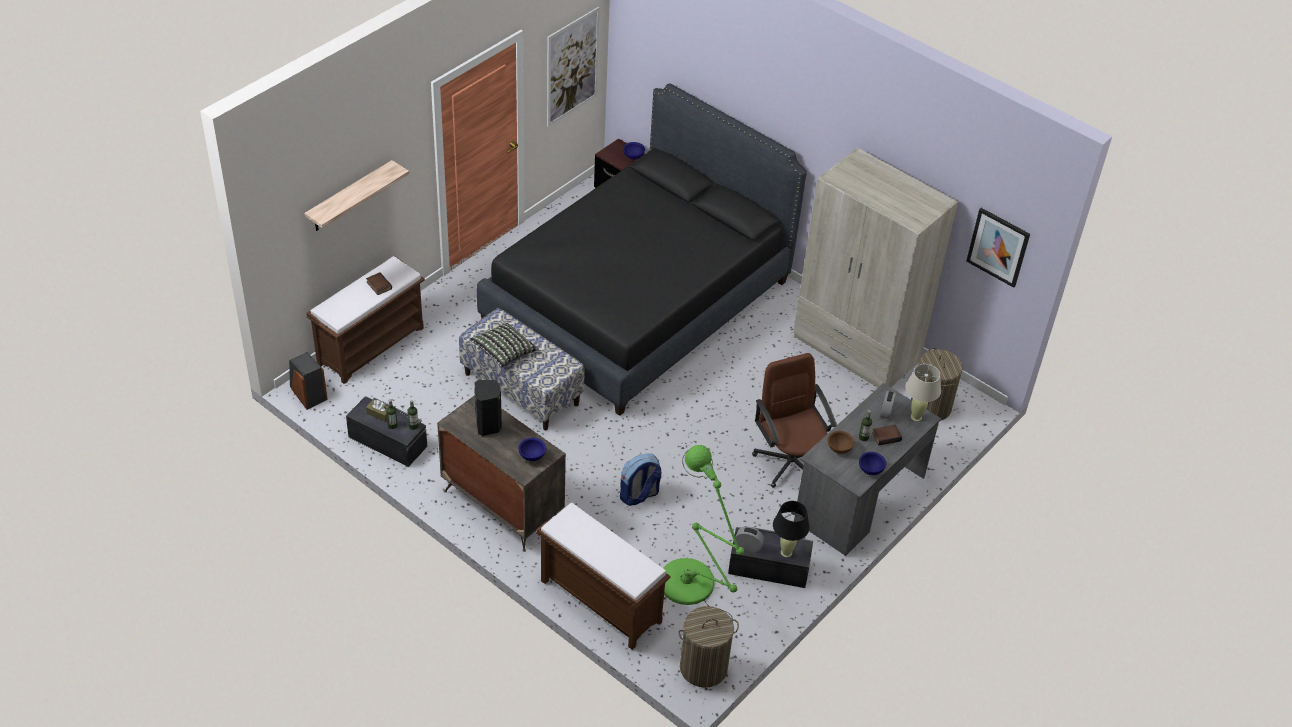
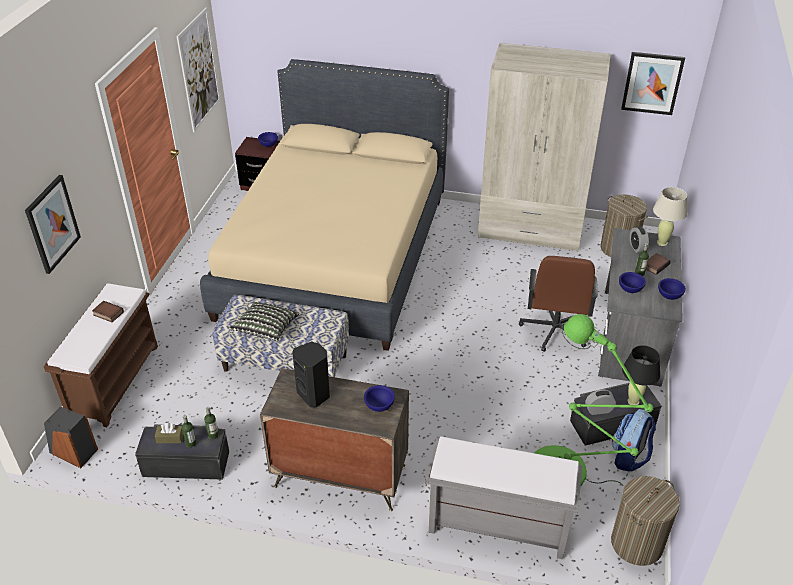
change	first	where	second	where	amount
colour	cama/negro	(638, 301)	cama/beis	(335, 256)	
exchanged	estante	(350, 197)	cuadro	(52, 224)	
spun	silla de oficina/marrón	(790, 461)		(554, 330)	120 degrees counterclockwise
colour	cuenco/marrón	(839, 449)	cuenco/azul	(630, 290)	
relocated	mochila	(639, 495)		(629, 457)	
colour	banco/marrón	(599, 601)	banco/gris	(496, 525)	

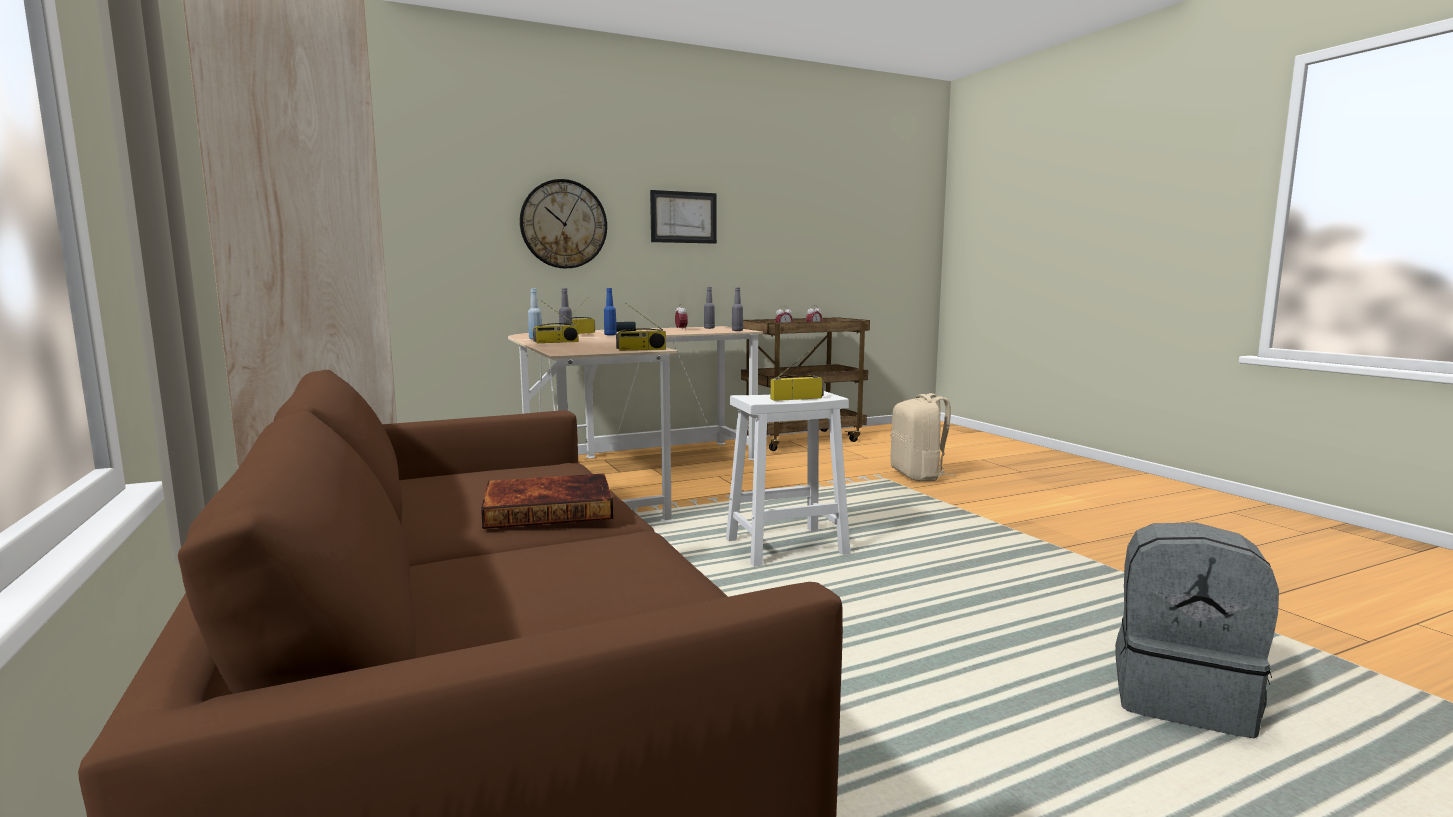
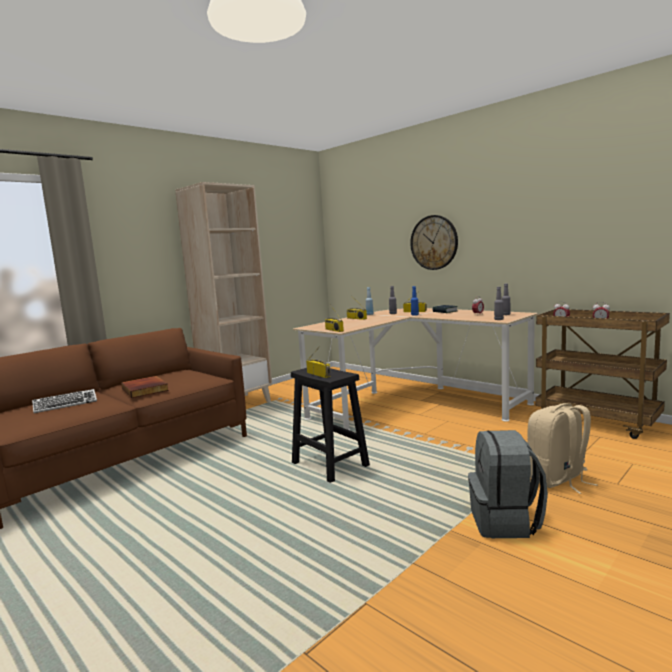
change	first	where	second	where	amount
missing	cuadro	(683, 217)			
colour	taburete/blanco	(784, 546)	taburete/negro	(329, 464)	
relocated	mochila/gris	(1182, 697)		(505, 522)	
appeared			teclado	(65, 404)	

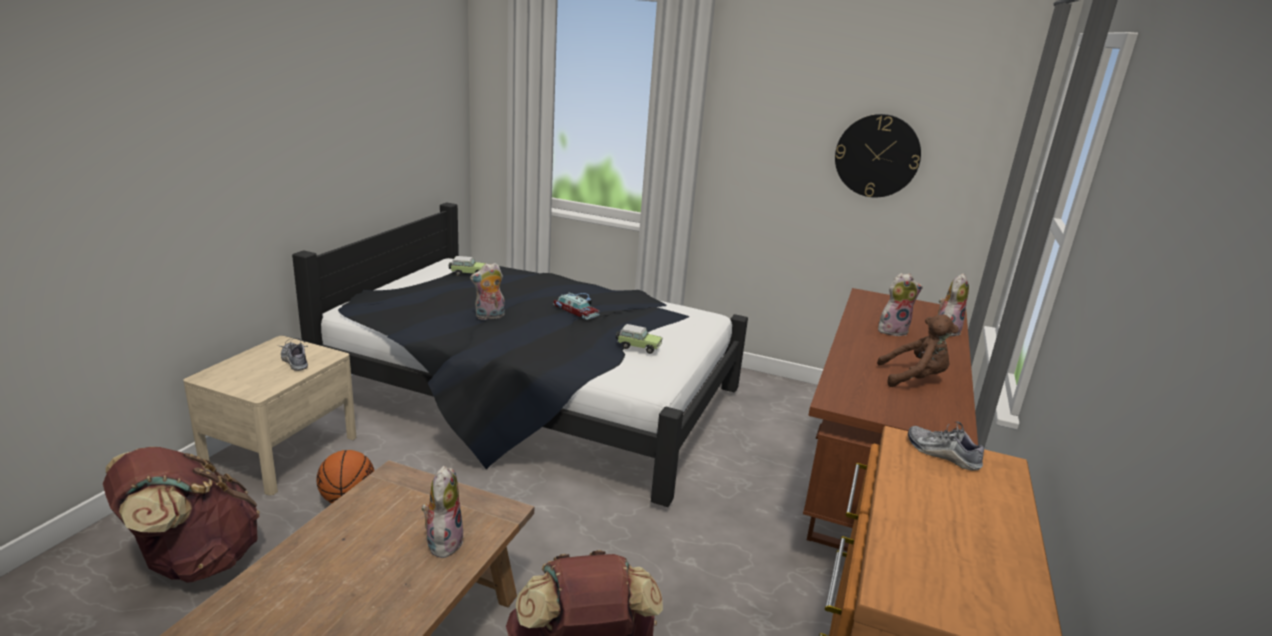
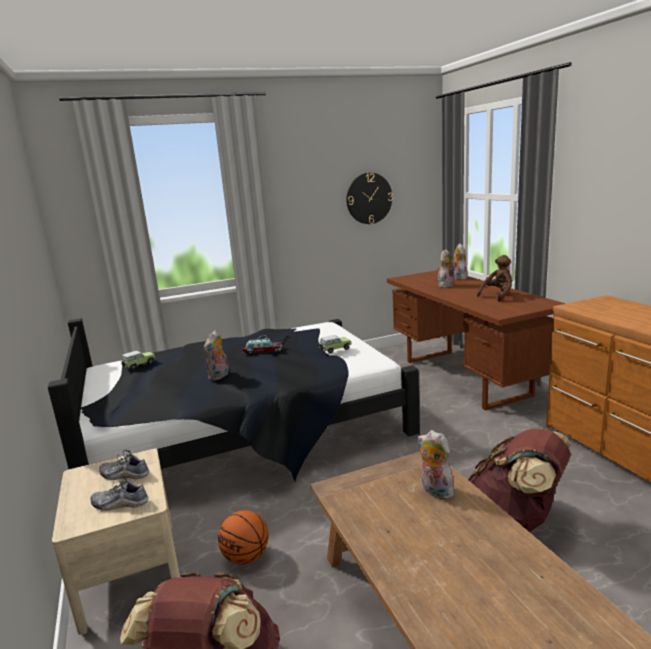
change	first	where	second	where	amount
relocated	zapato	(942, 454)		(120, 503)	

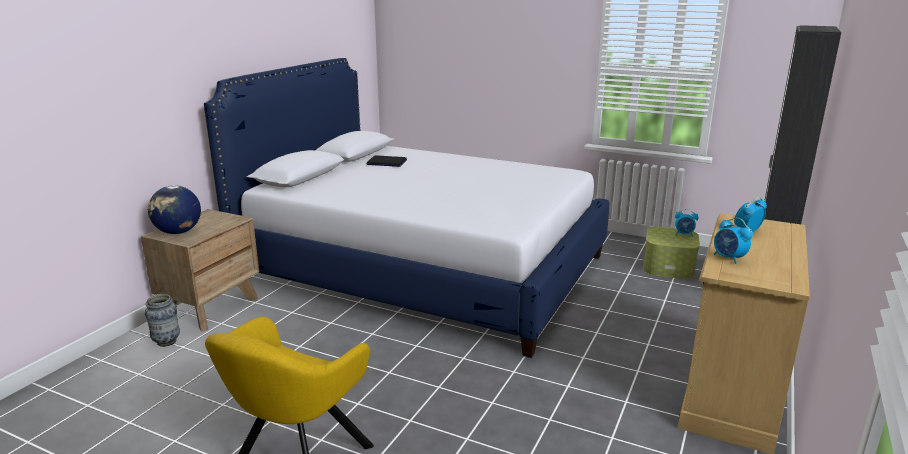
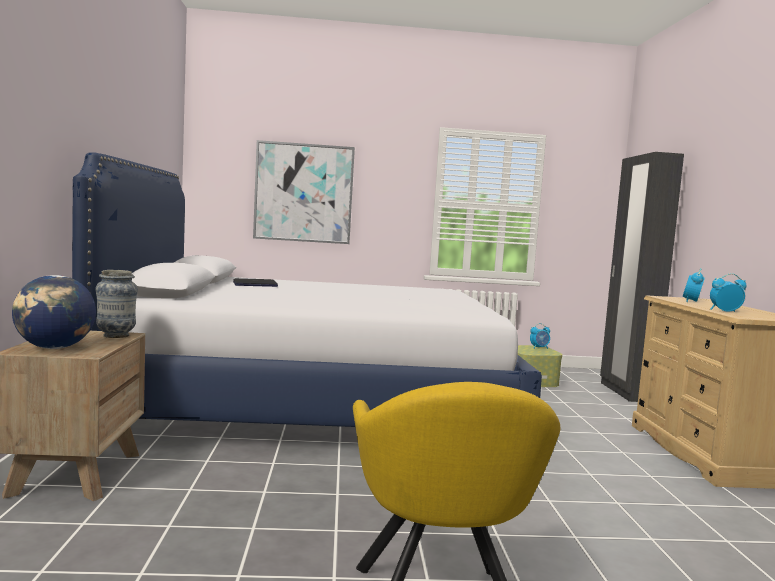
change	first	where	second	where	amount
spun	despertador	(729, 258)		(724, 311)	150 degrees clockwise
relocated	florero	(166, 342)		(116, 336)	
appeared			cuadro	(304, 193)	

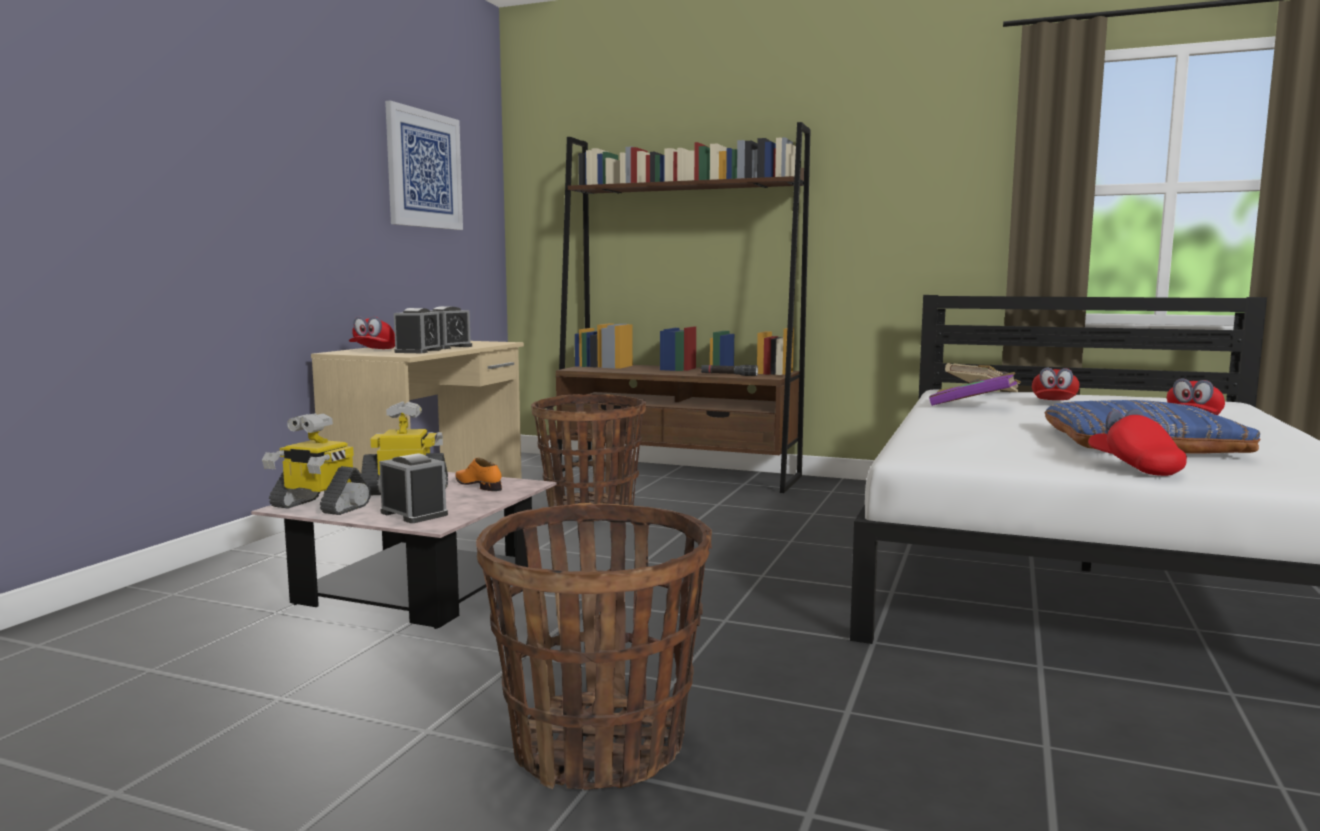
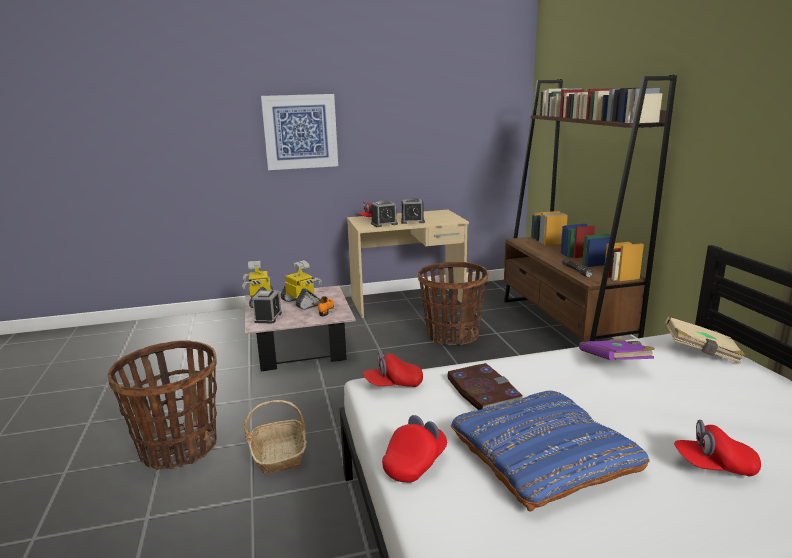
change	first	where	second	where	amount
relocated	cuadro	(424, 169)		(300, 132)	
relocated	gorra/rojo	(1054, 403)		(393, 385)	
appeared			libro	(483, 391)	
appeared			cesta	(279, 454)	

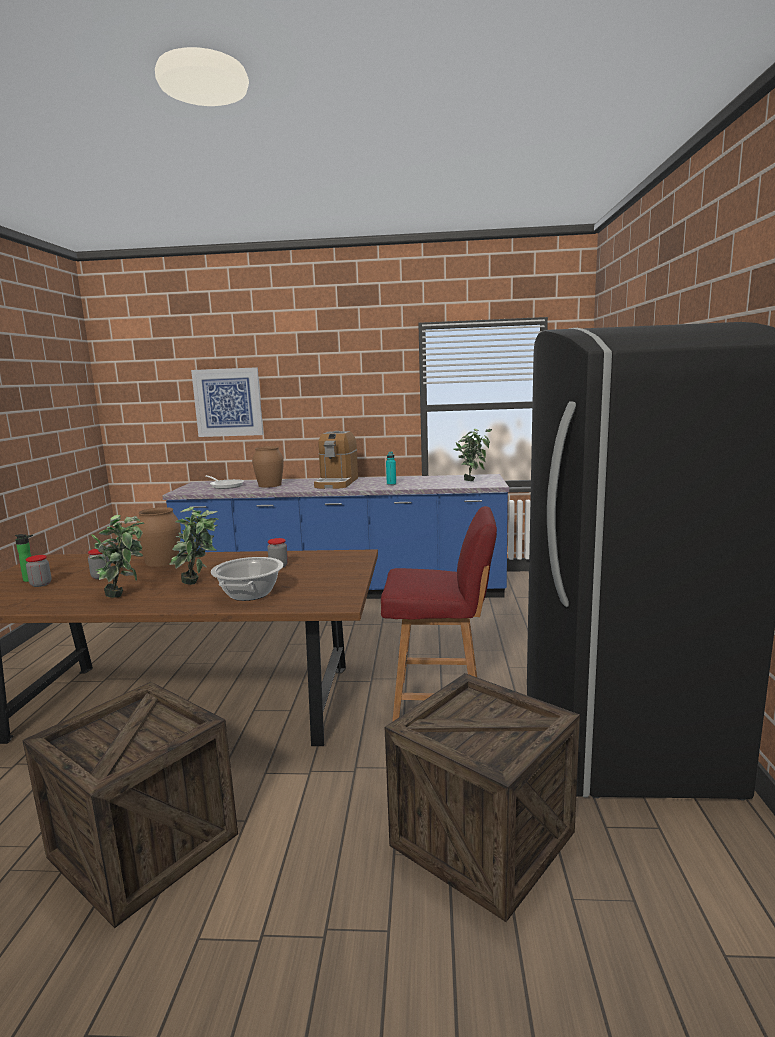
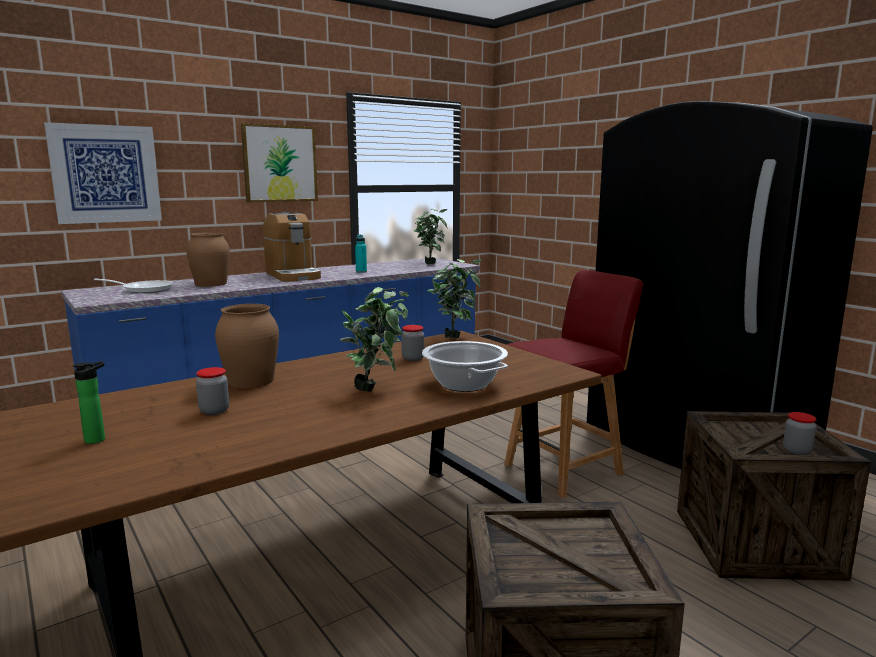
change	first	where	second	where	amount
relocated	planta en maceta	(125, 594)		(454, 336)	
relocated	tarro	(41, 584)		(797, 451)	
appeared			cuadro	(280, 163)	

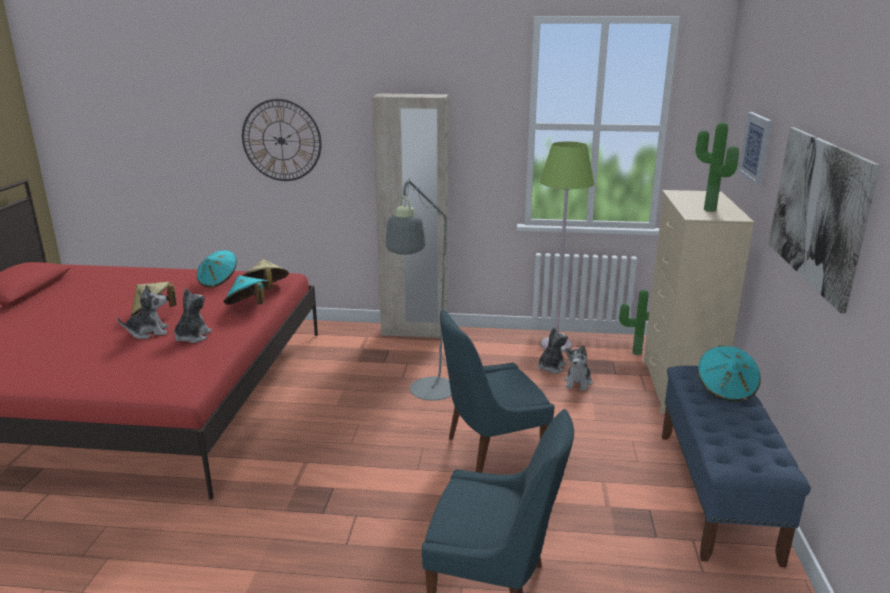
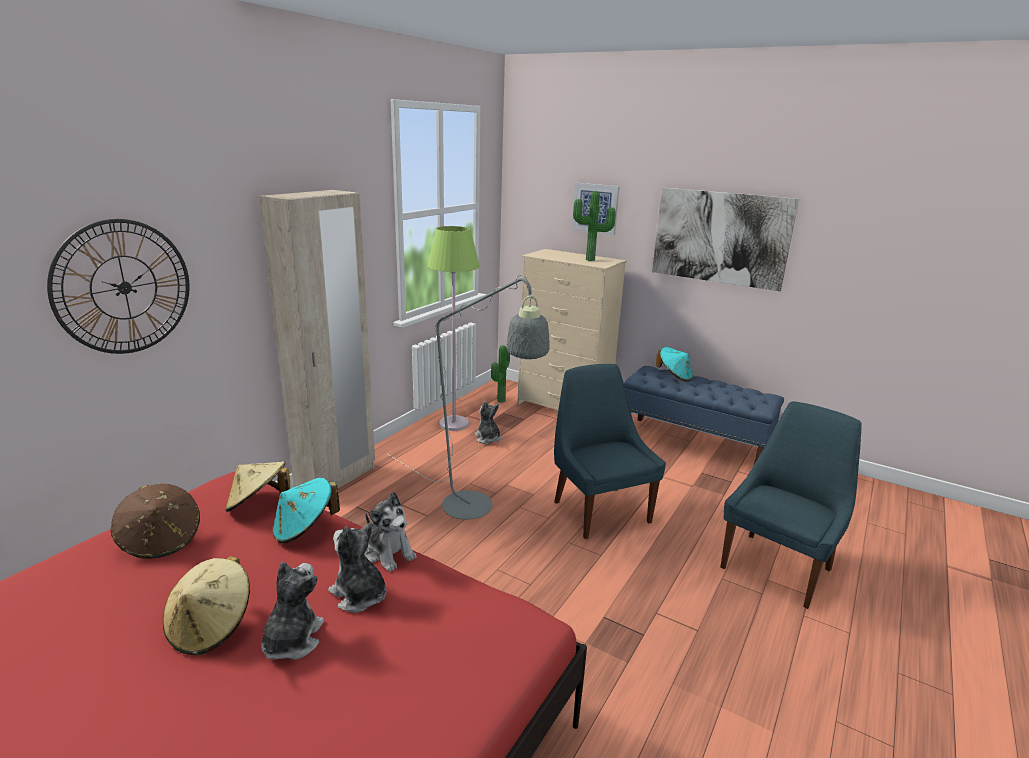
change	first	where	second	where	amount
colour	sombrero/turquesa	(218, 281)	sombrero/marrón	(161, 540)	
spun	silla/azul	(490, 453)		(599, 510)	150 degrees clockwise
relocated	peluche	(578, 382)		(388, 553)	

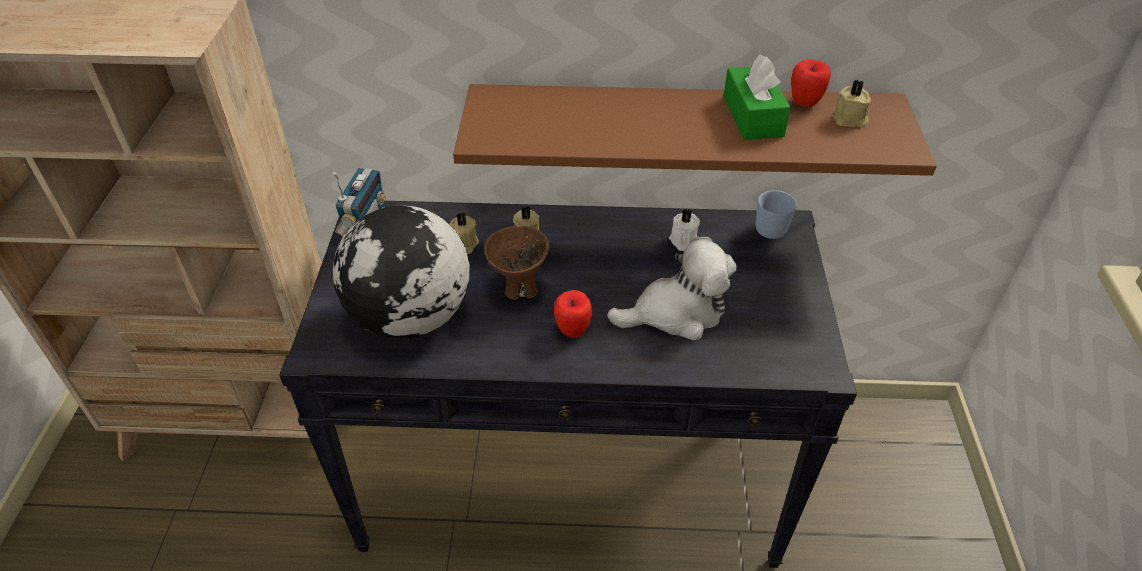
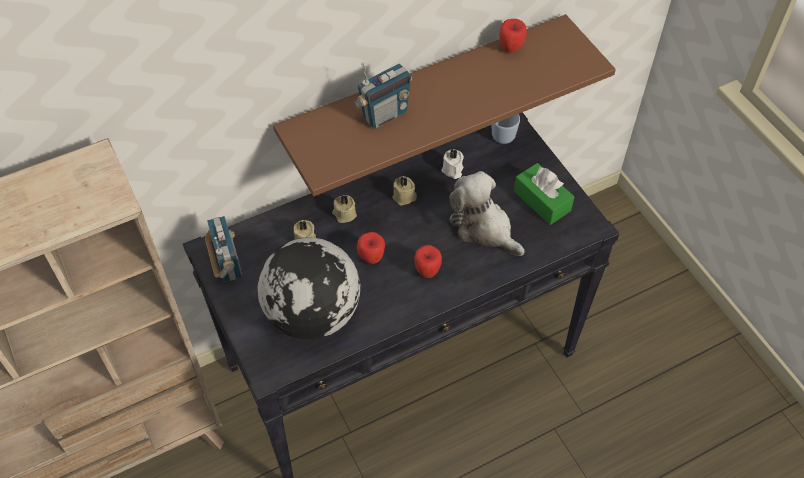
change	first	where	second	where	amount
relocated	caja de pañuelos/verde	(753, 116)		(542, 201)	
relocated	vela/beis	(850, 120)		(404, 197)	
exchanged	cuenco/marrón	(520, 290)	manzana	(371, 258)	
spun	peluche	(676, 313)		(483, 227)	90 degrees counterclockwise
appeared			radio	(384, 115)	

